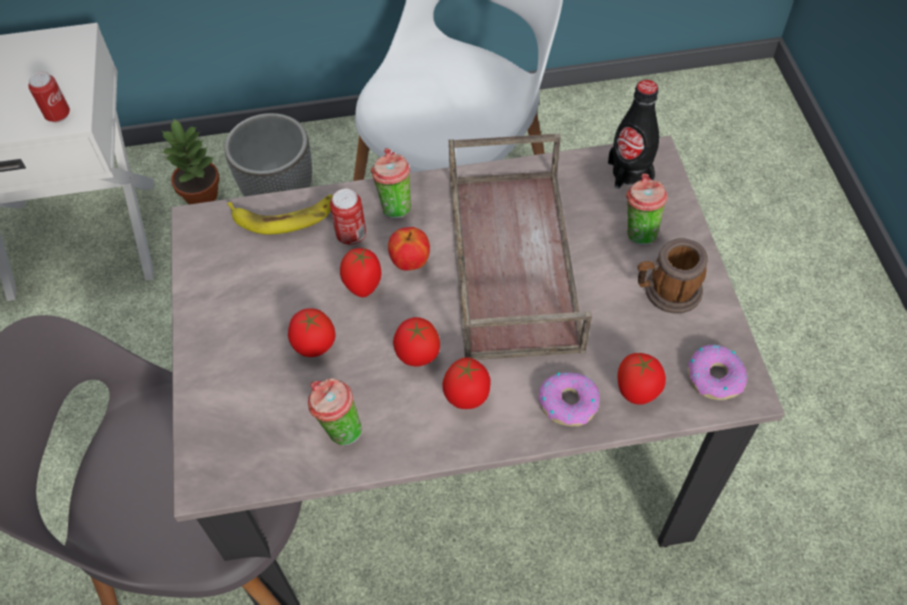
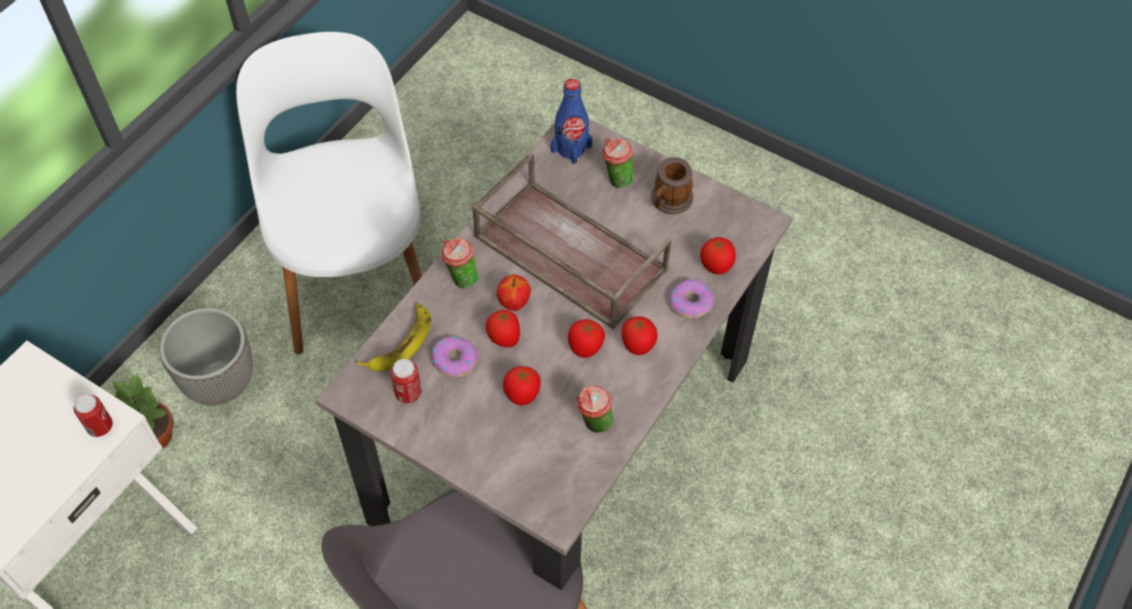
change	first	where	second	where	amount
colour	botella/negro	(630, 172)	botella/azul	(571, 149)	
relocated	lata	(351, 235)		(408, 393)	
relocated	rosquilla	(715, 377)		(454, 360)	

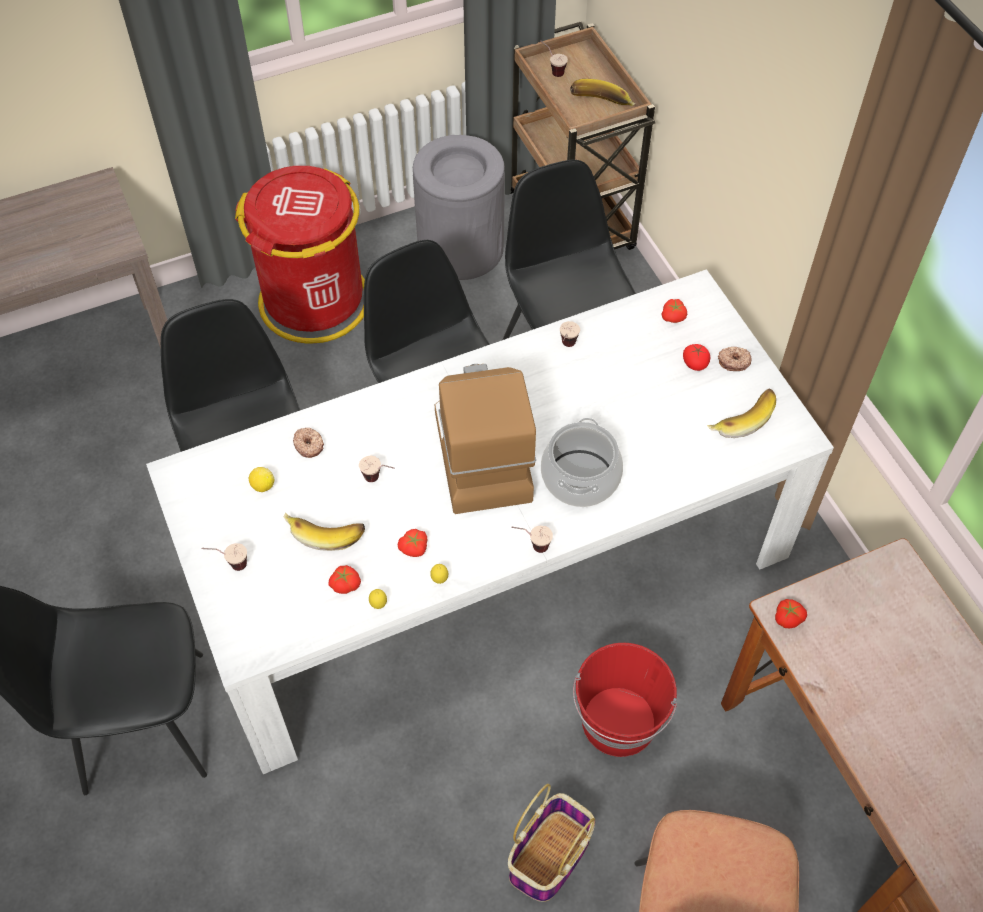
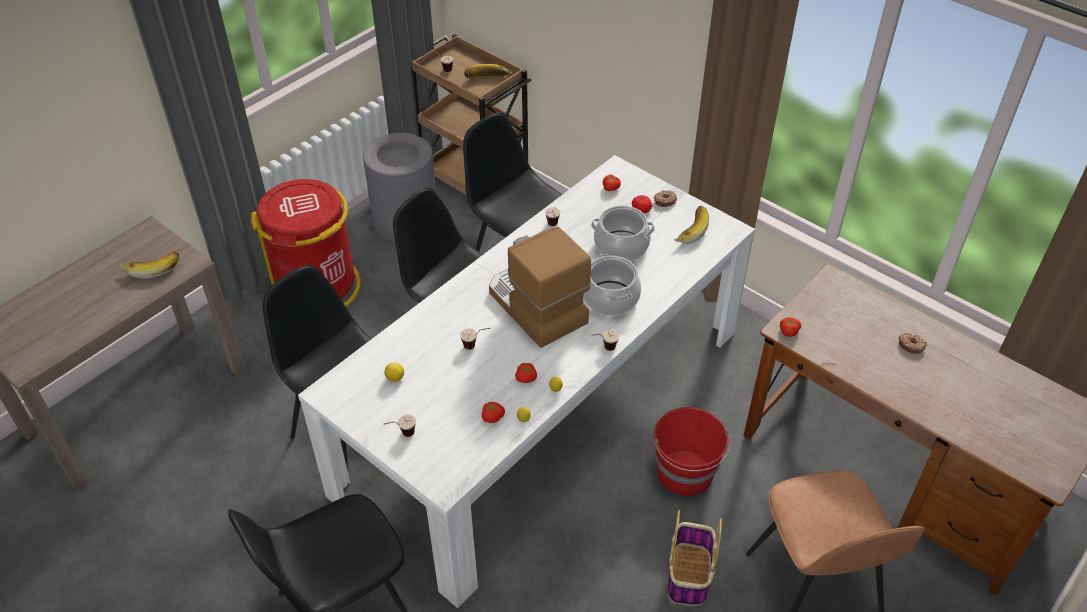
change	first	where	second	where	amount
relocated	rosquilla	(309, 445)		(911, 345)	
relocated	plátano	(327, 531)		(153, 268)	
appeared			olla	(621, 247)	

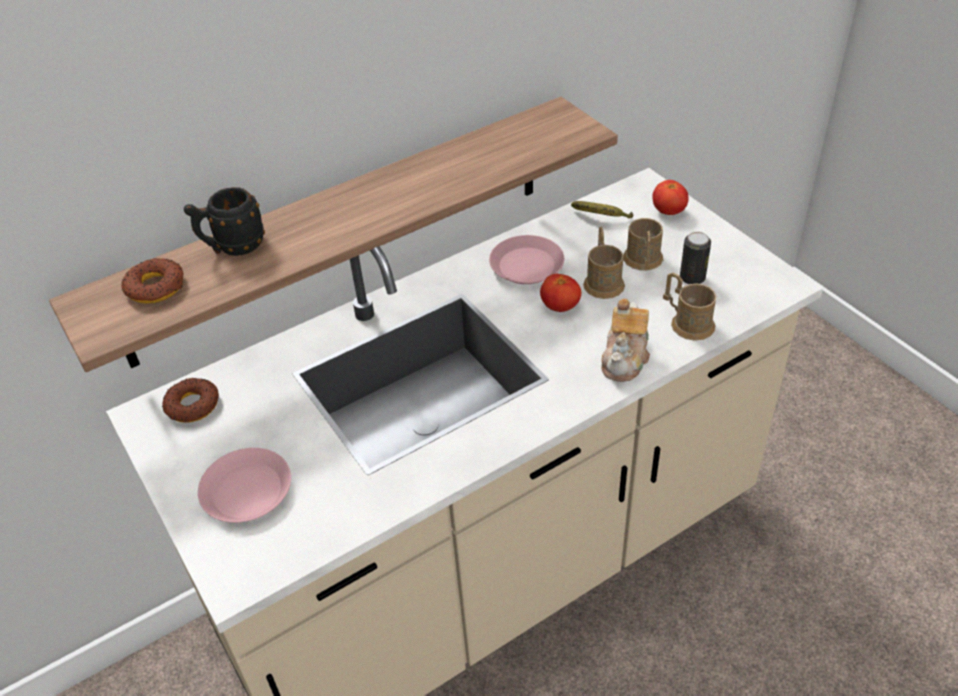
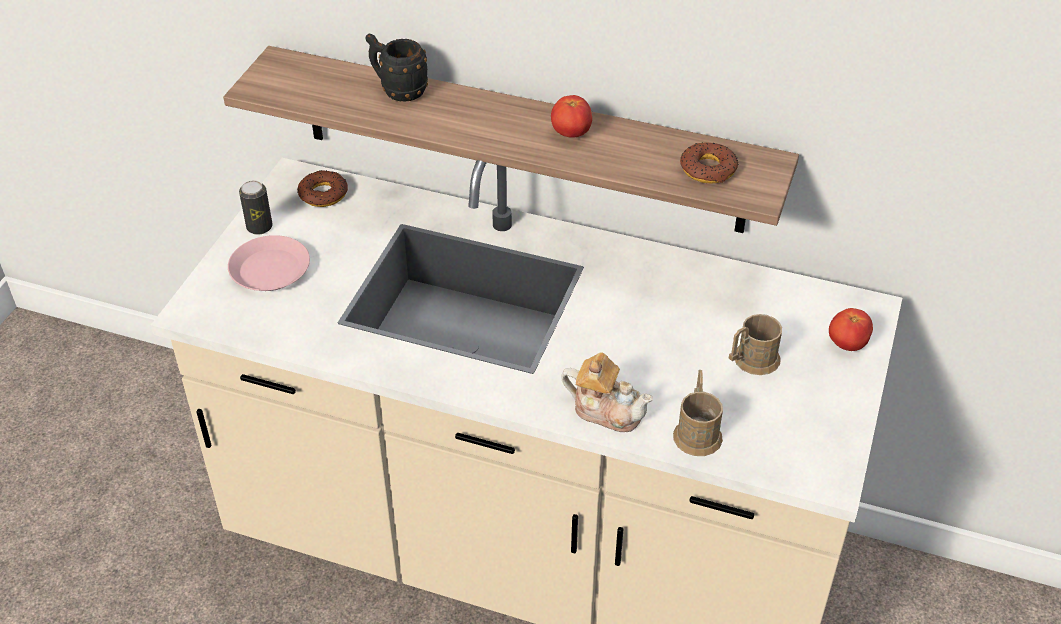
change	first	where	second	where	amount
missing	plátano	(601, 217)			
missing	taza grande/marrón	(602, 280)			
relocated	lata	(692, 278)		(259, 227)	
missing	plato/rosa	(527, 266)			
relocated	rosquilla	(155, 287)		(708, 169)	
relocated	tomate	(560, 307)		(571, 133)	
spun	tetera	(625, 358)		(606, 410)	135 degrees counterclockwise

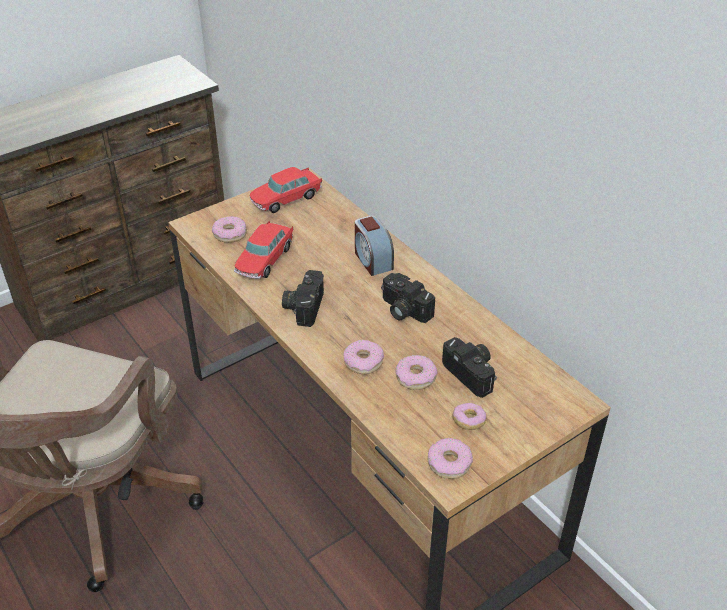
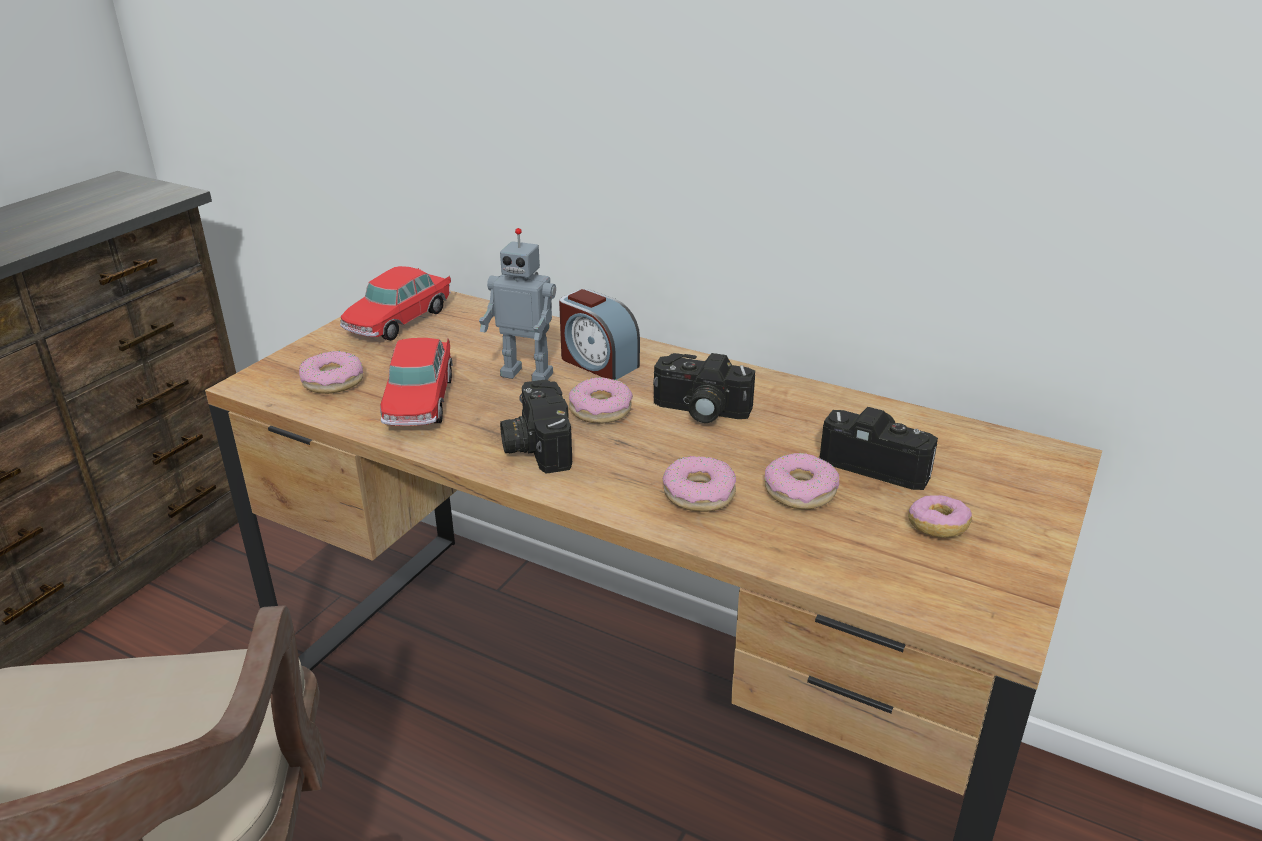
change	first	where	second	where	amount
relocated	rosquilla	(449, 463)		(600, 410)	
appeared			robot de juguete	(528, 374)	

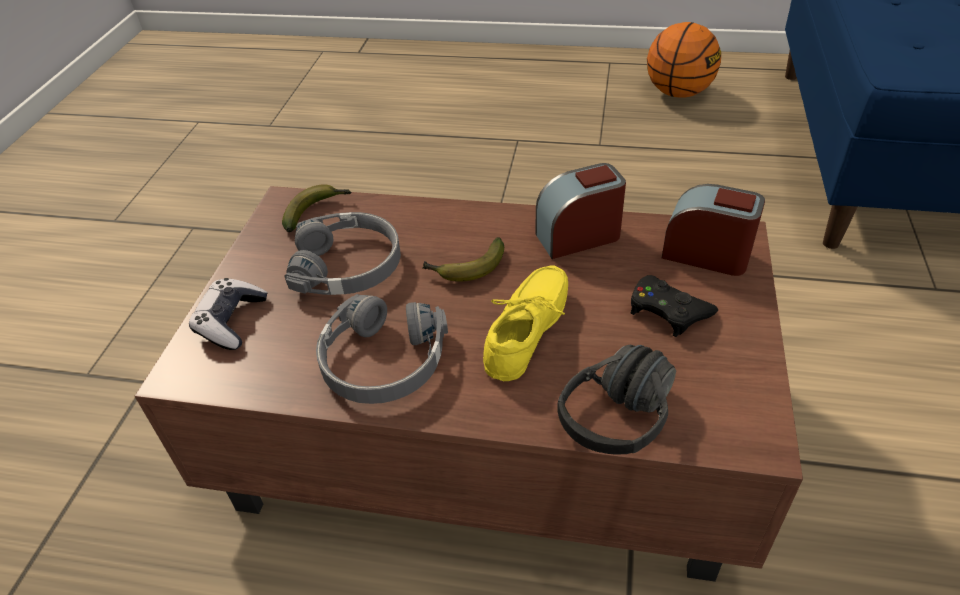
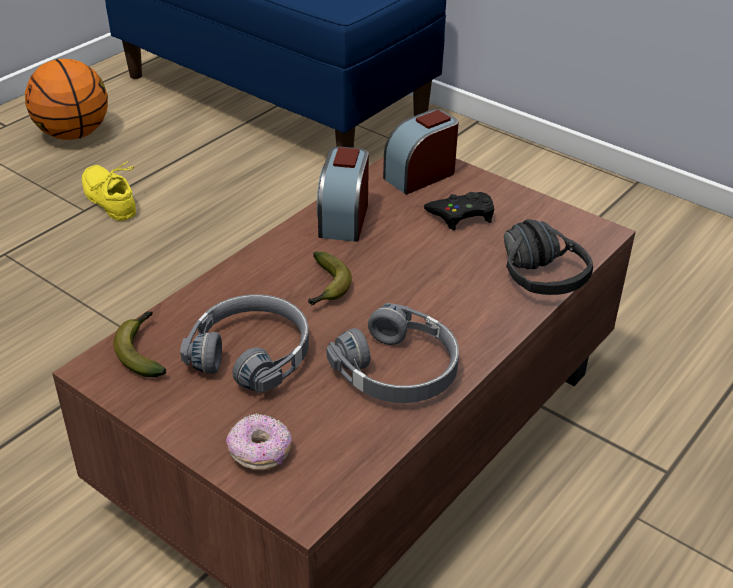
change	first	where	second	where	amount
relocated	zapato/amarillo	(532, 331)		(112, 199)	
exchanged	mando de consola	(231, 321)	rosquilla	(260, 453)	

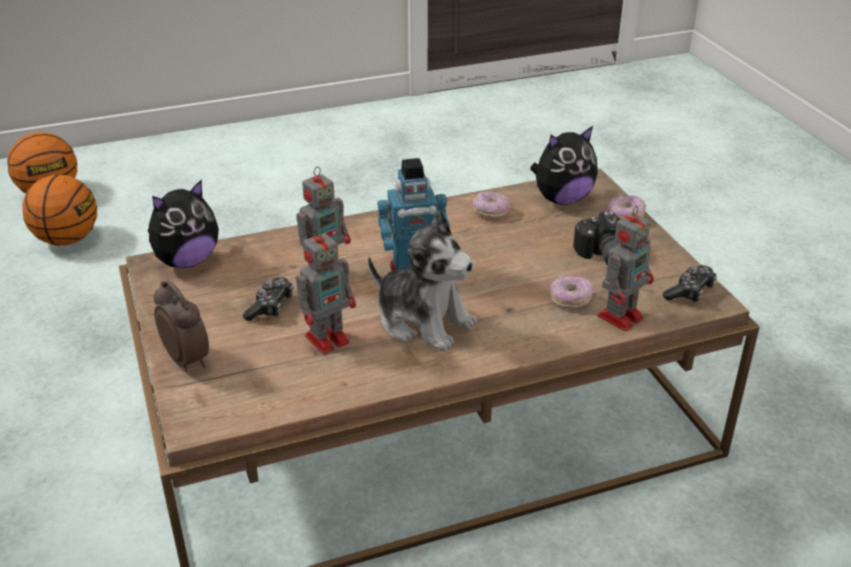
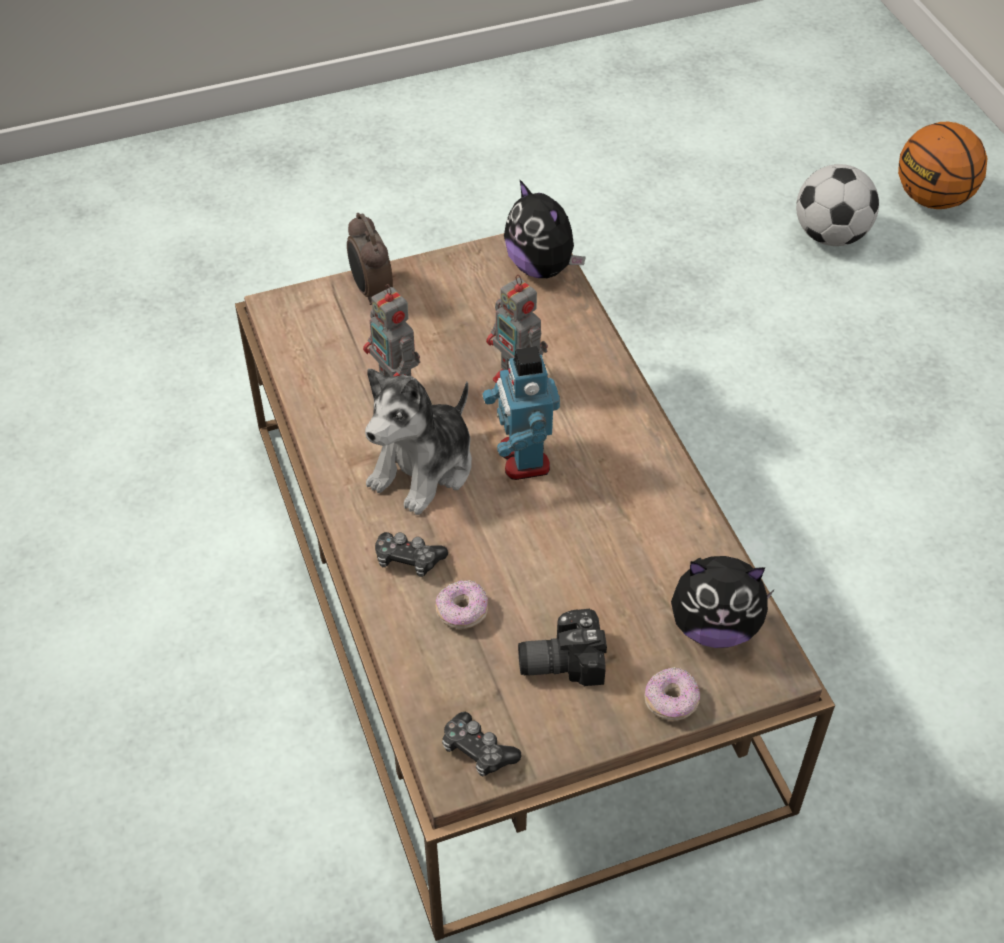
change	first	where	second	where	amount
spun	peluche	(562, 199)		(714, 626)	60 degrees counterclockwise
exchanged	balón de baloncesto	(67, 239)	balón de fútbol	(830, 236)	
missing	rosquilla	(490, 212)			
missing	robot de juguete	(621, 316)			
relocated	mando de consola	(270, 306)		(408, 560)	
spun	despertador	(187, 359)		(371, 290)	105 degrees clockwise

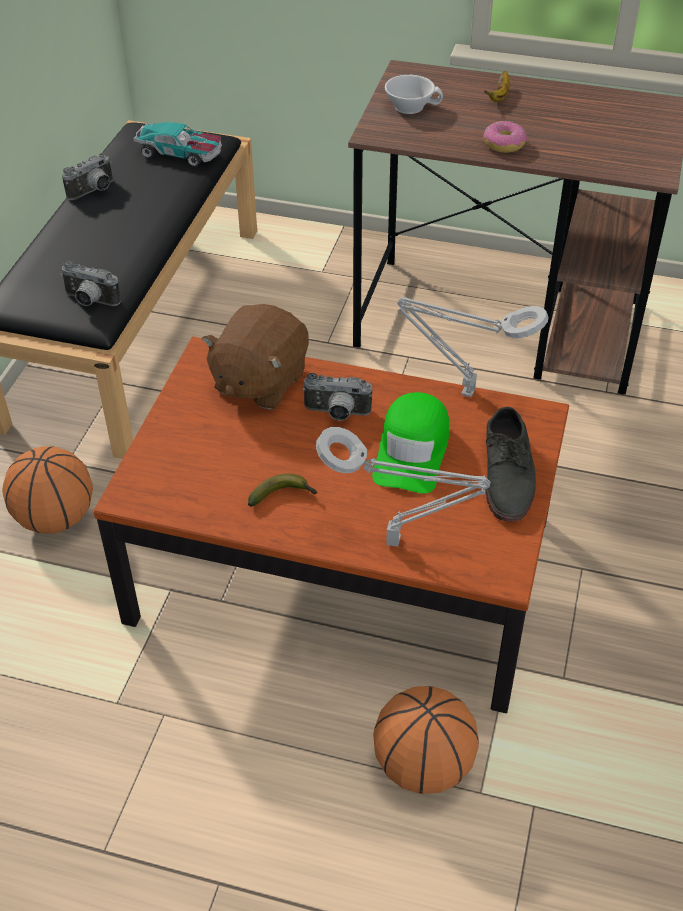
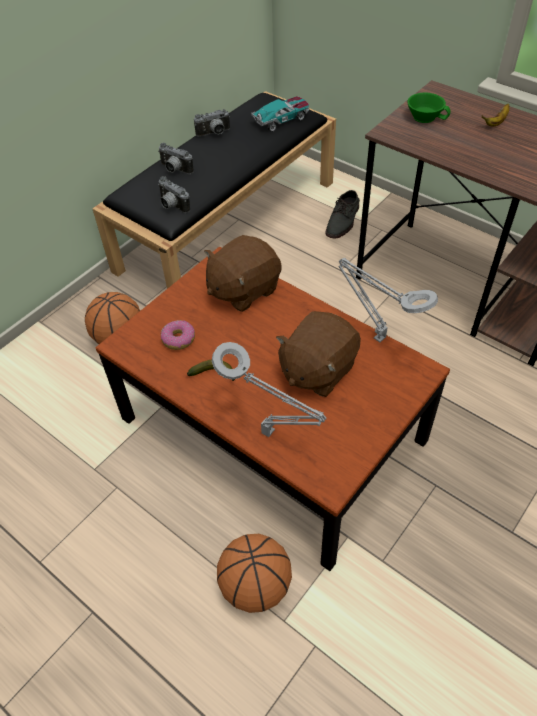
change	first	where	second	where	amount
colour	taza/blanco	(410, 105)	taza/verde	(425, 116)	
relocated	rosquilla	(504, 144)		(178, 339)	
spun	coche de juguete	(180, 153)		(281, 119)	75 degrees counterclockwise
relocated	cámara	(336, 414)		(174, 170)	
exchanged	gorra/verde	(412, 451)	peluche/marrón	(317, 370)	
relocated	zapato/gris	(508, 474)		(343, 221)	

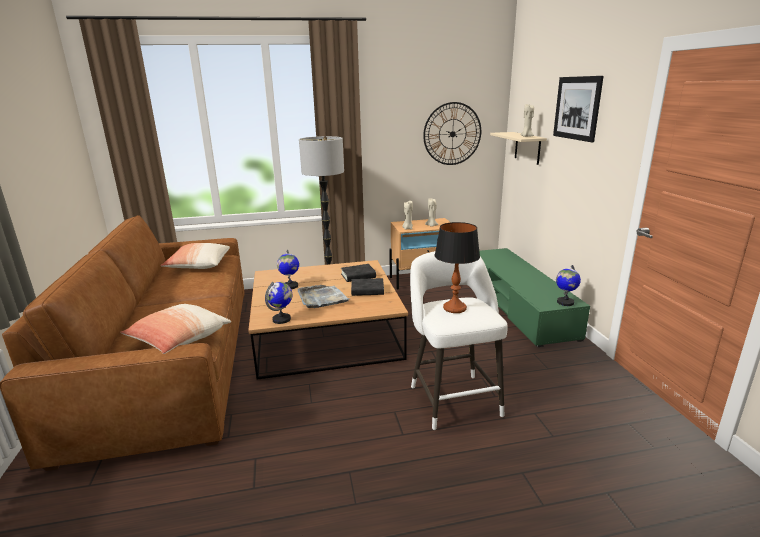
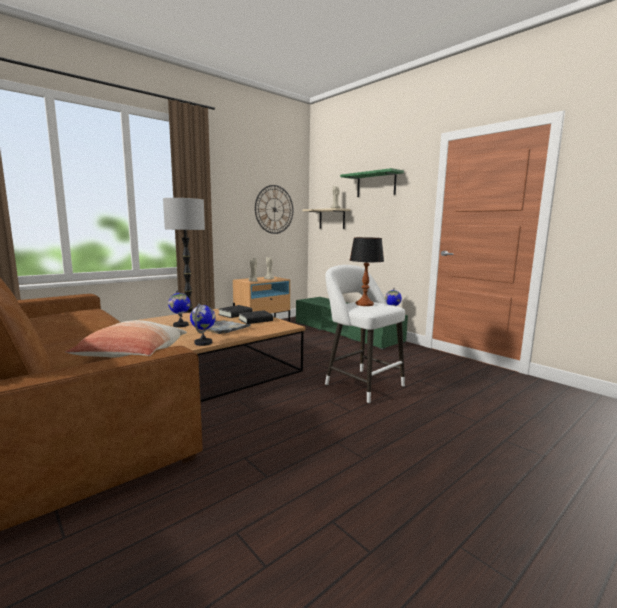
change	first	where	second	where	amount
exchanged	cuadro	(577, 108)	estante/verde	(376, 184)	
missing	cojín	(199, 265)			

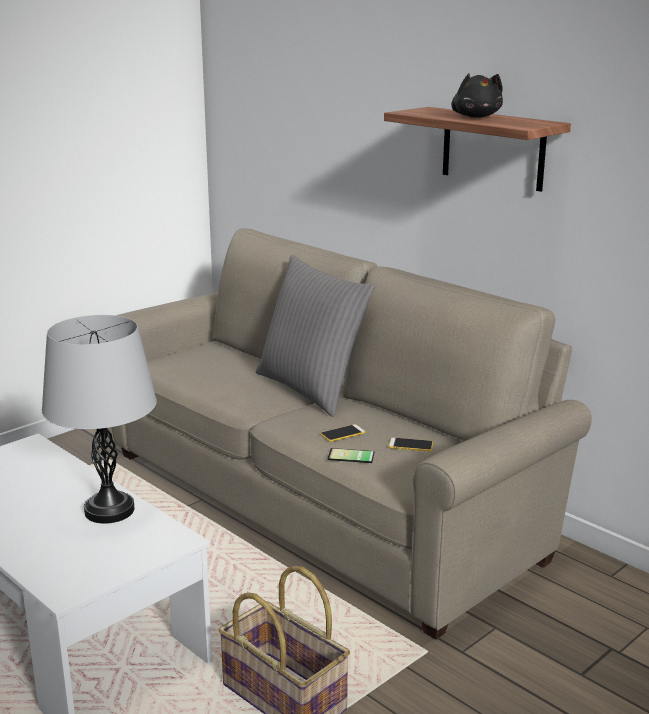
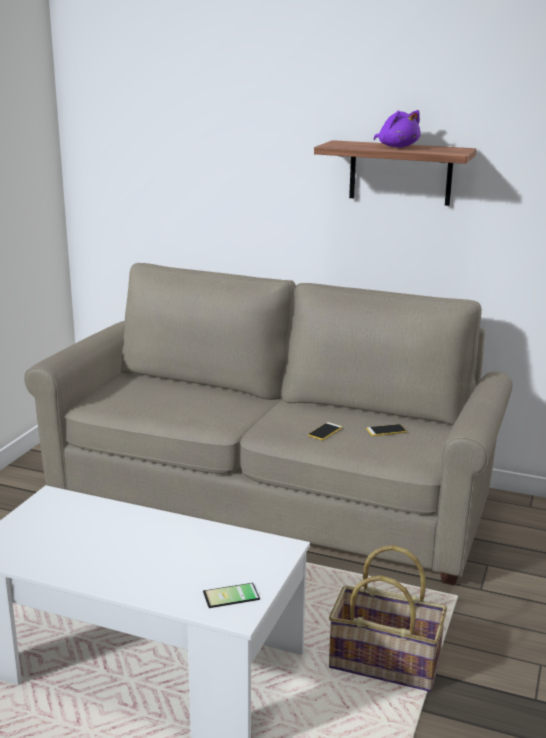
change	first	where	second	where	amount
colour	peluche/negro	(476, 117)	peluche/morado	(397, 147)	
missing	cojín/gris	(311, 389)			
missing	lámpara de mesa/gris	(109, 510)			
relocated	móvil	(350, 457)		(232, 597)	

